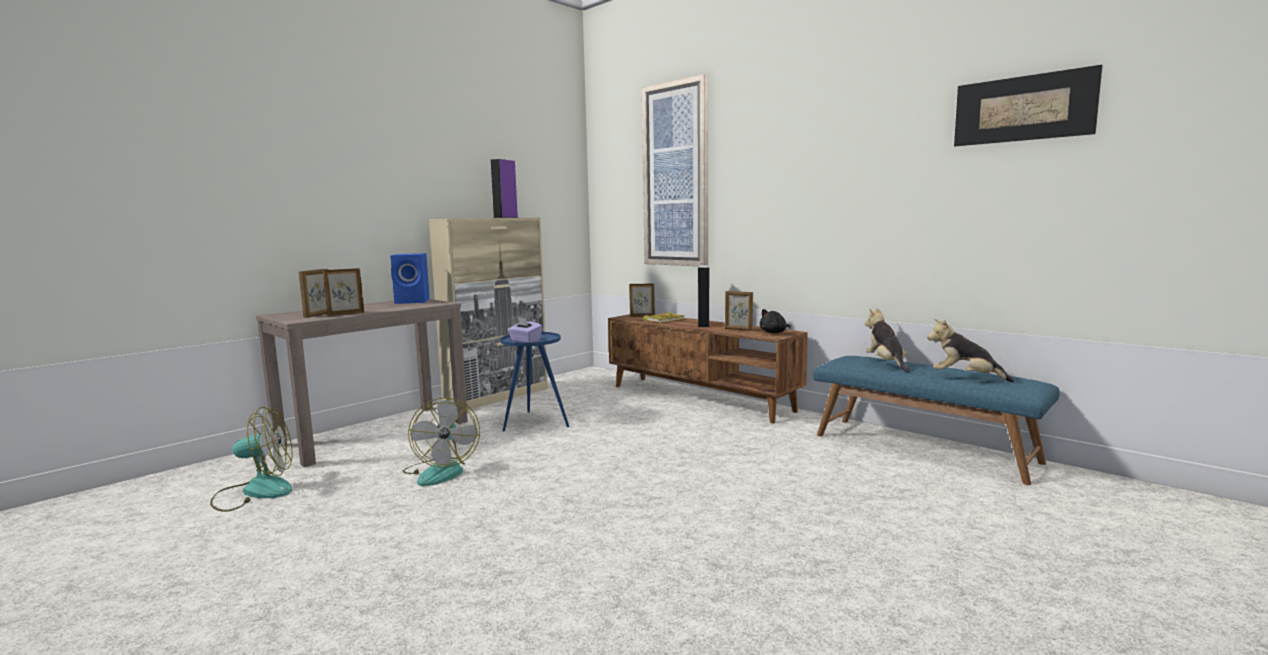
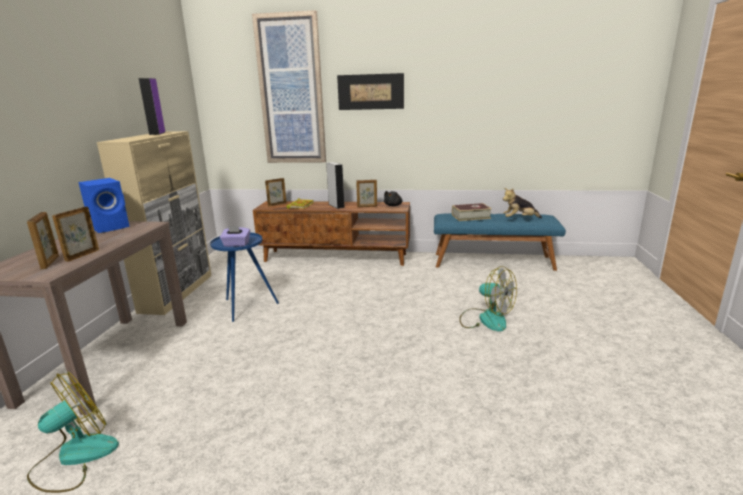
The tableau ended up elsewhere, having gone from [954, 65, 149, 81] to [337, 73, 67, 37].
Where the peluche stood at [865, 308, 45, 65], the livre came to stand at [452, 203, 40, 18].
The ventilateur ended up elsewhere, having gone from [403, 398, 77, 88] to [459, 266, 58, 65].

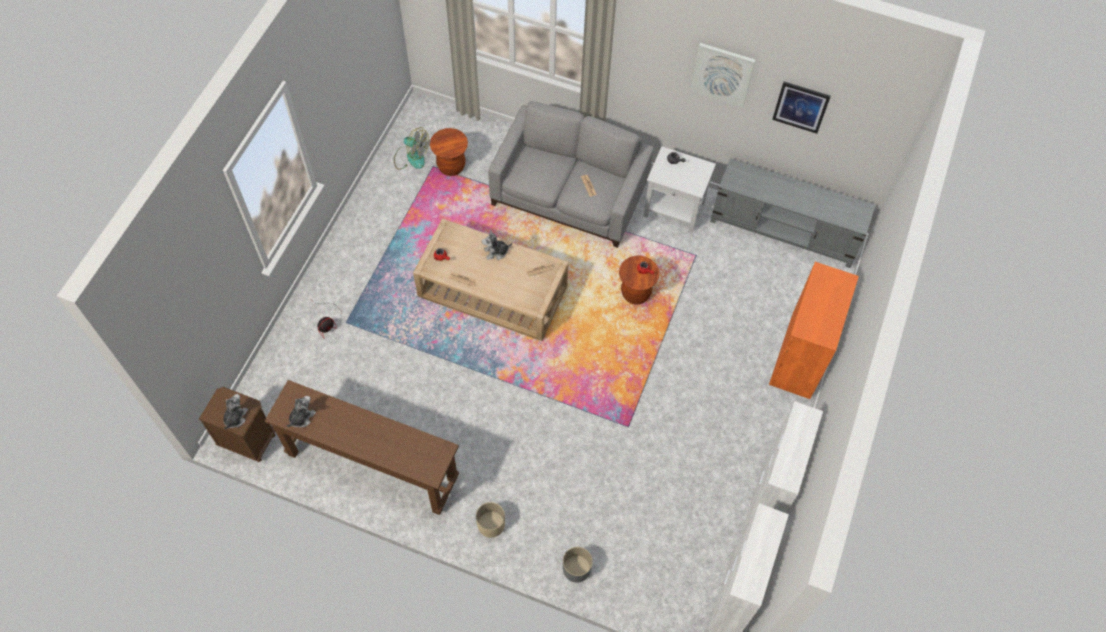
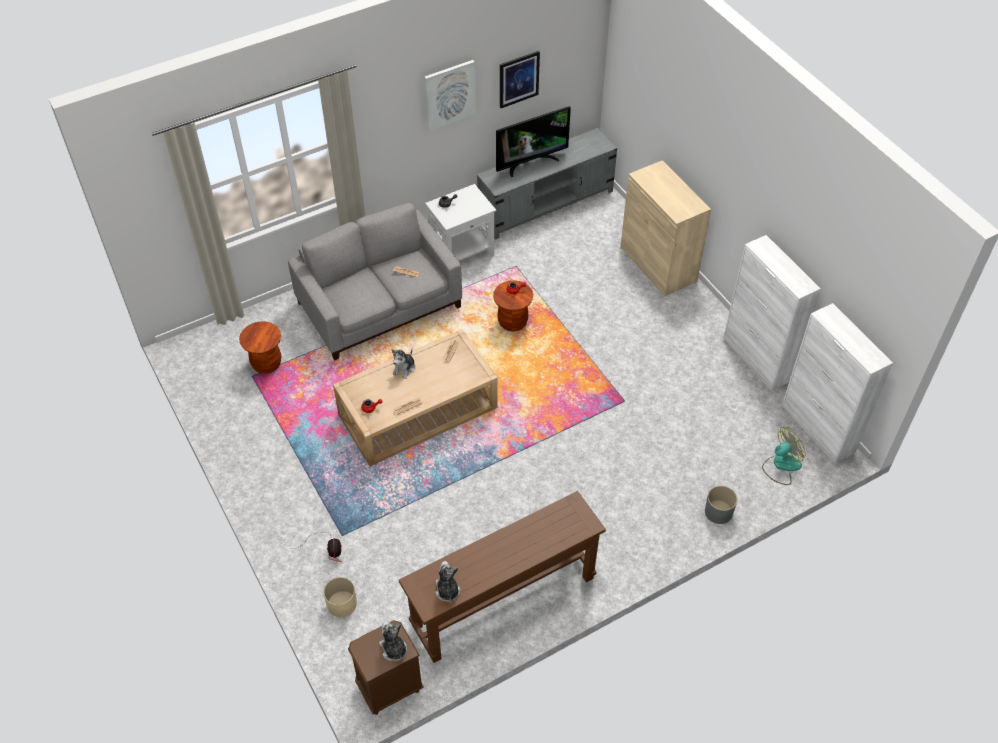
The ventilateur ended up elsewhere, having gone from [394, 127, 35, 43] to [762, 427, 44, 58].
What was the meuble de rangement/orange at [769, 262, 90, 137] turned into the meuble de rangement/beige at [620, 160, 91, 136].
The cache-pot/beige ended up elsewhere, having gone from [476, 502, 29, 36] to [323, 577, 34, 40].
The second view gained the téléviseur at [496, 106, 75, 71].

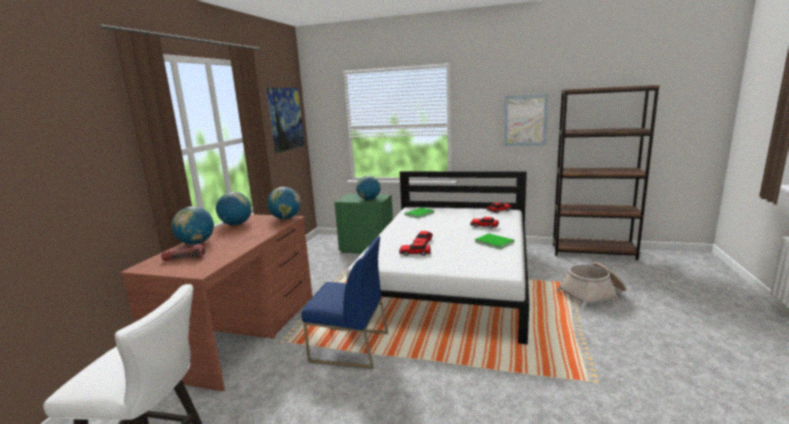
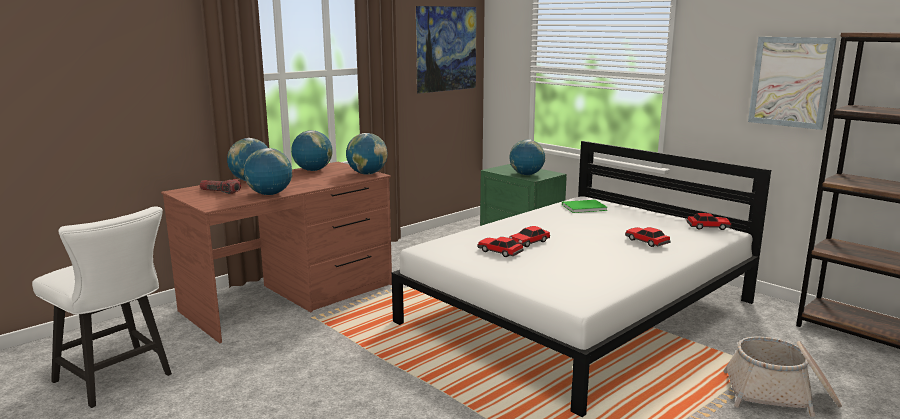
The second view lost the livre/vert at [475, 233, 39, 16].
The second view lost the chaise/bleu at [301, 236, 87, 133].
The second view gained the globe at [244, 148, 48, 47].

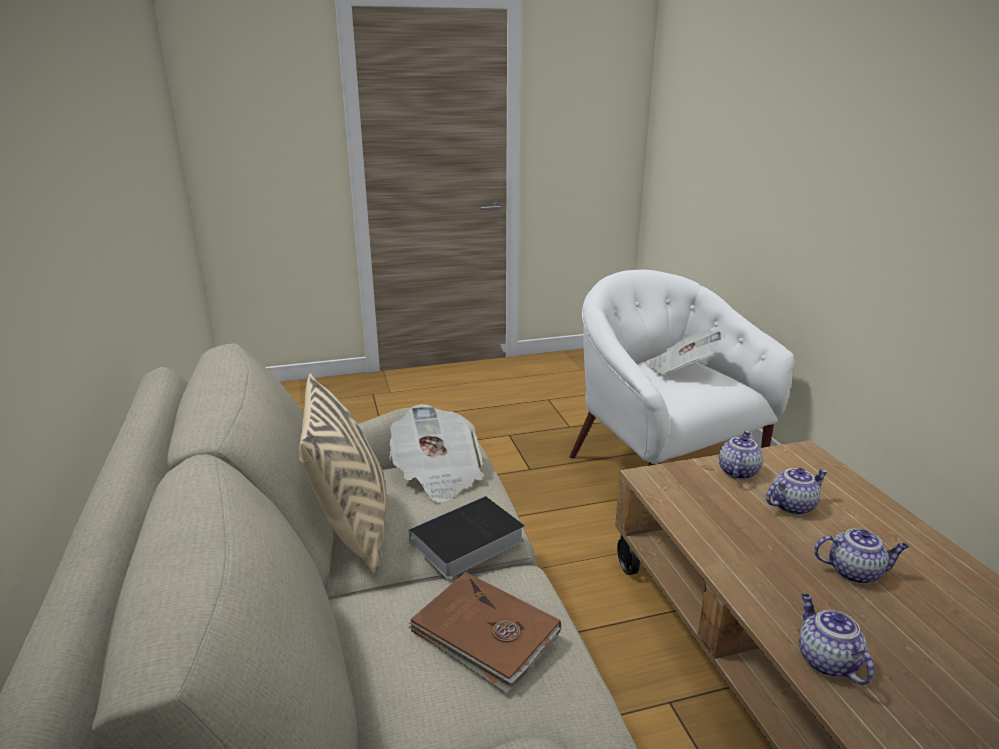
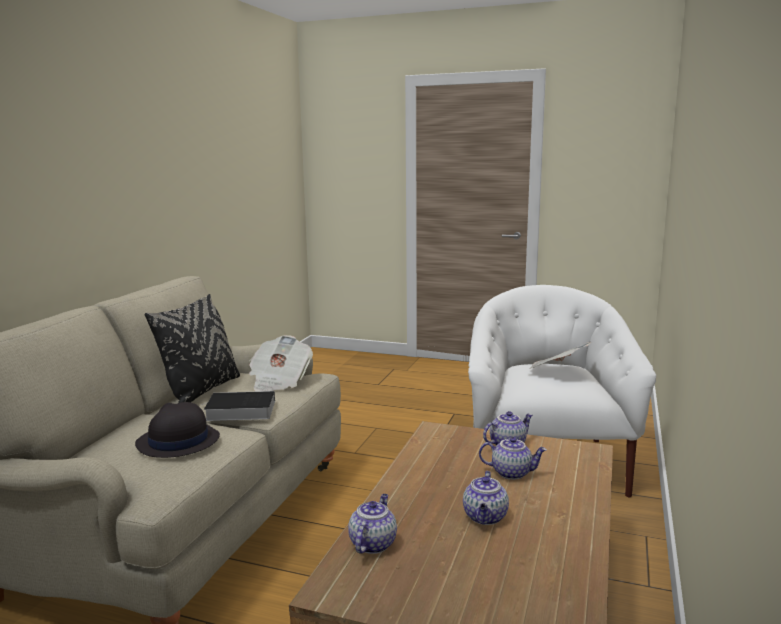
What was the coussin/beige at [299, 373, 88, 202] turned into the coussin/noir at [145, 294, 95, 109].
The théière at [814, 528, 95, 56] ended up facing another way, 60 degrees clockwise from before.
Where the livre/marron stood at [409, 572, 152, 121], the chapeau/noir came to stand at [135, 402, 85, 56].

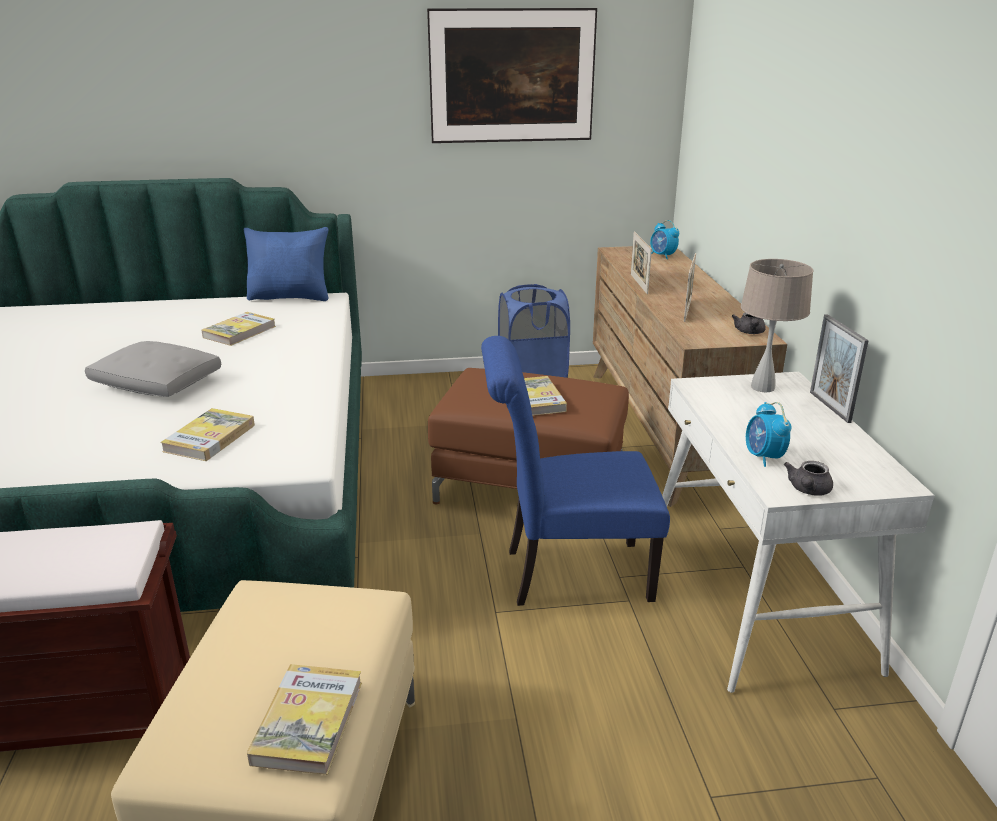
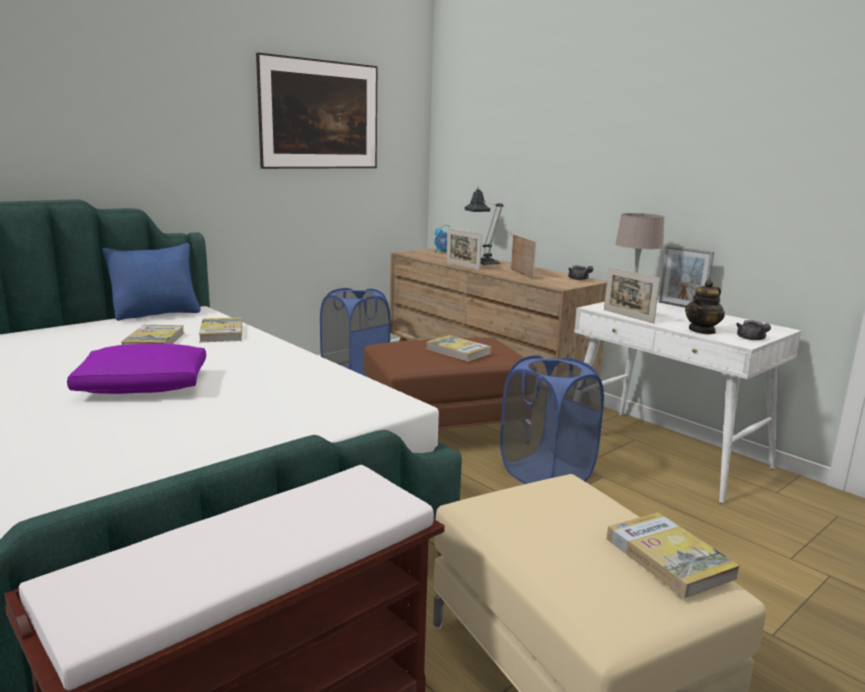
Where the chaise/bleu stood at [481, 336, 189, 270], the panier à linge/bleu came to stand at [500, 355, 104, 129].
What was the coussin/gris at [85, 341, 136, 56] turned into the coussin/violet at [67, 344, 139, 50].
Where the réveil stood at [746, 402, 46, 65], the théière came to stand at [685, 280, 40, 55].
The livre ended up elsewhere, having gone from [160, 408, 95, 53] to [199, 317, 43, 25].
The second view gained the lampe de table at [464, 186, 40, 79].
The second view gained the cadre photo at [604, 267, 56, 56].

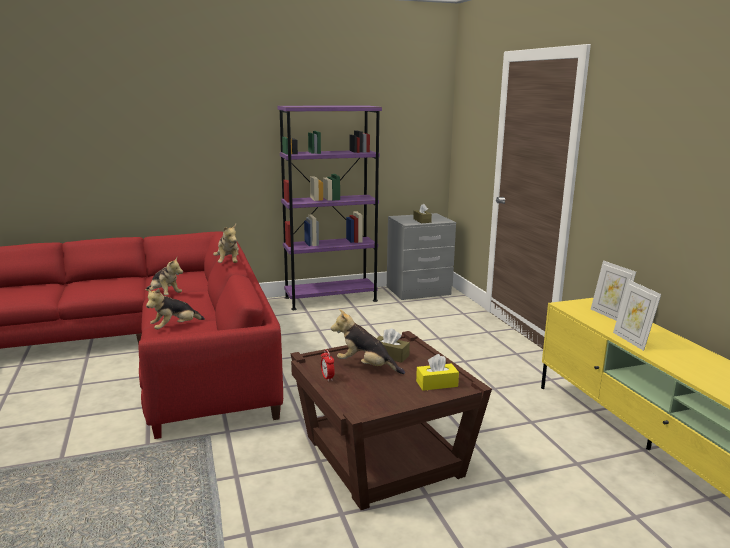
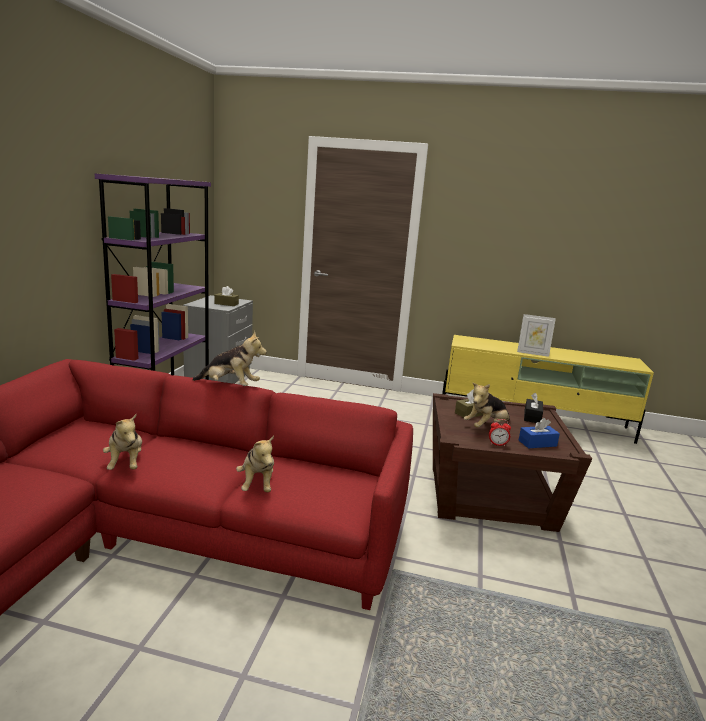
The peluche at [146, 257, 37, 38] ended up facing another way, 90 degrees clockwise from before.
The second view lost the cadre photo at [591, 260, 45, 61].
What was the boîte à mouchoirs/jaune at [416, 354, 43, 37] turned into the boîte à mouchoirs/noir at [524, 393, 19, 30].
The second view gained the boîte à mouchoirs/bleu at [519, 418, 41, 30].

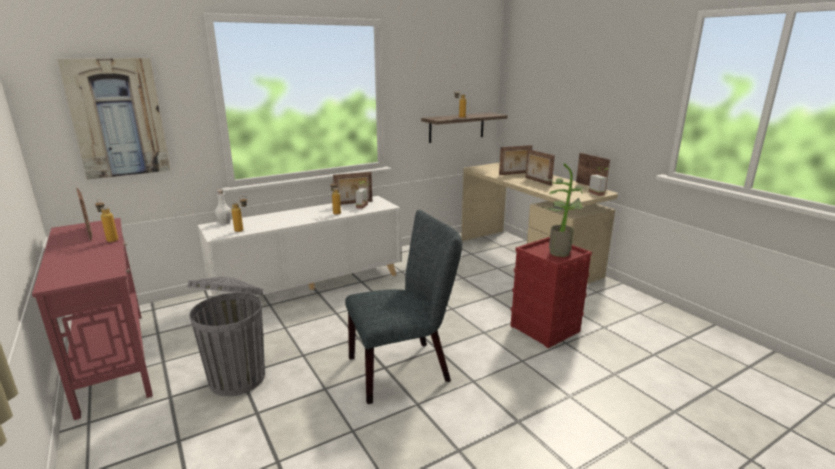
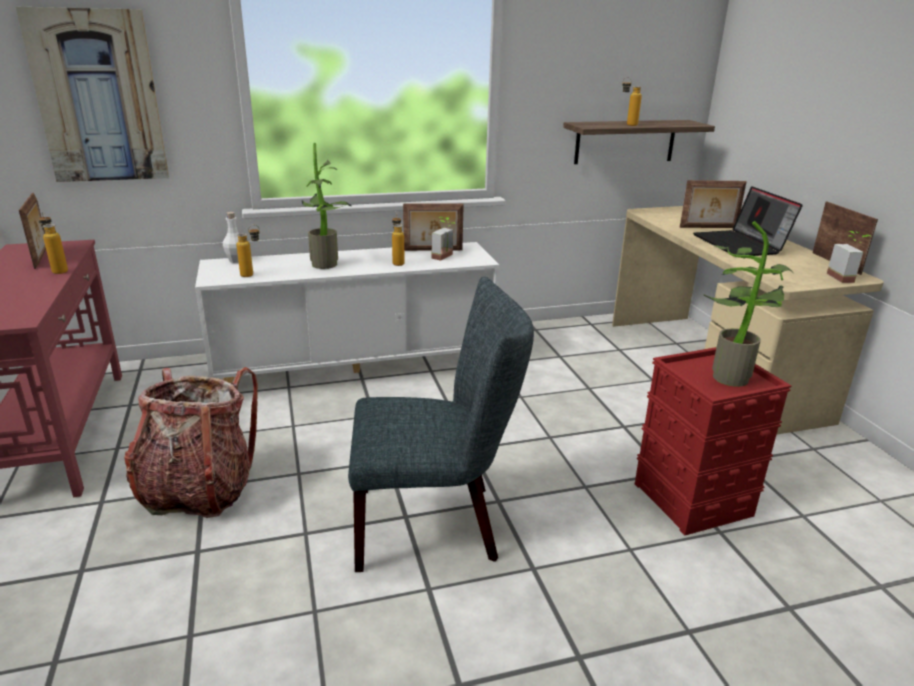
Where the cadre photo stood at [525, 149, 30, 37], the ordinateur portable came to stand at [693, 186, 110, 70].
Where the poubelle/gris stood at [187, 277, 78, 119], the sac à dos came to stand at [124, 367, 134, 151].
The second view gained the plante en pot at [302, 143, 50, 126].

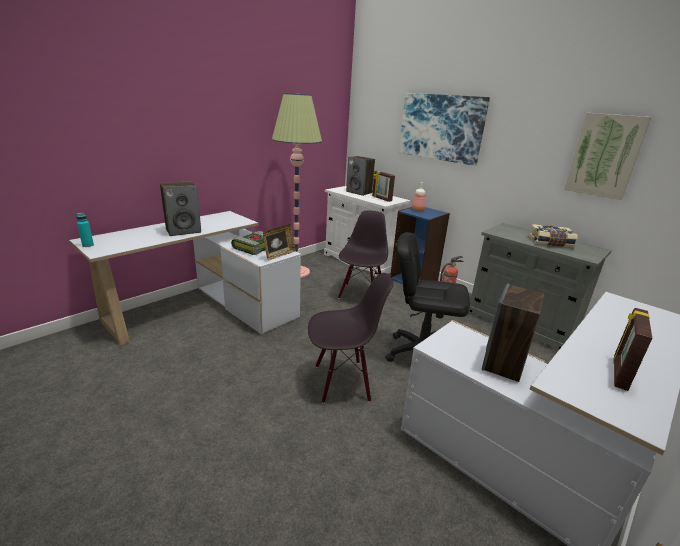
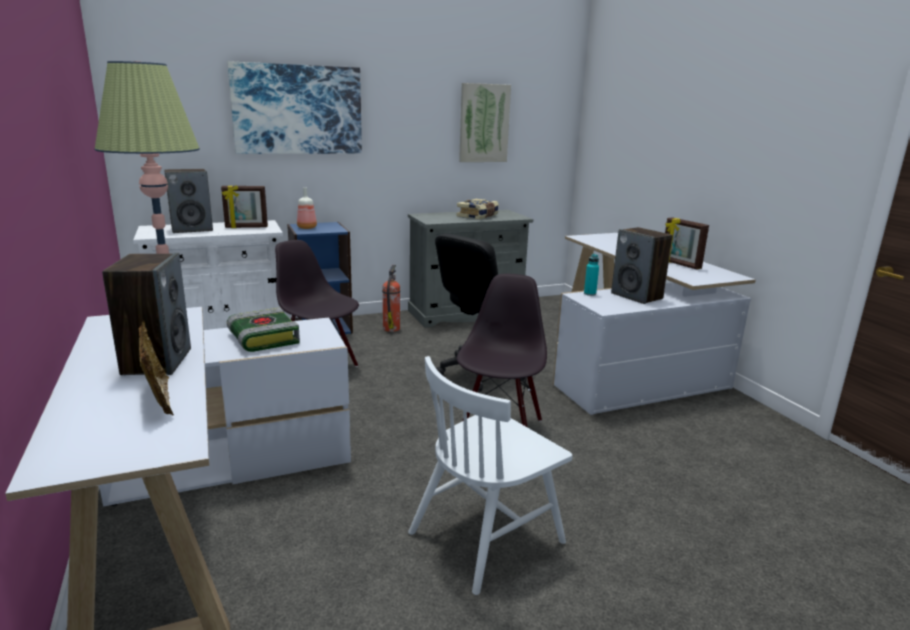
The bouteille/turquoise ended up elsewhere, having gone from [76, 213, 18, 34] to [584, 254, 15, 42].
The cadre photo ended up elsewhere, having gone from [263, 224, 33, 36] to [138, 320, 36, 95].
The second view gained the chaise/blanc at [408, 356, 165, 239].

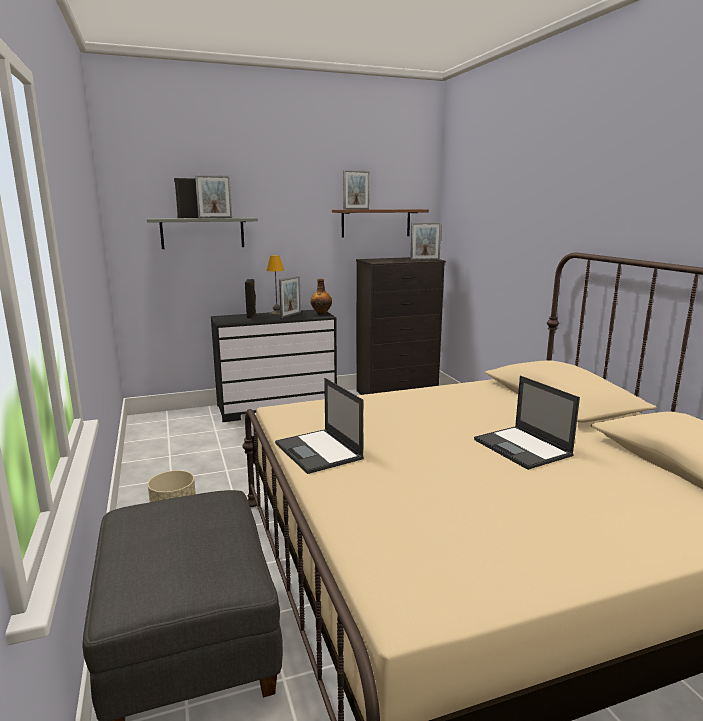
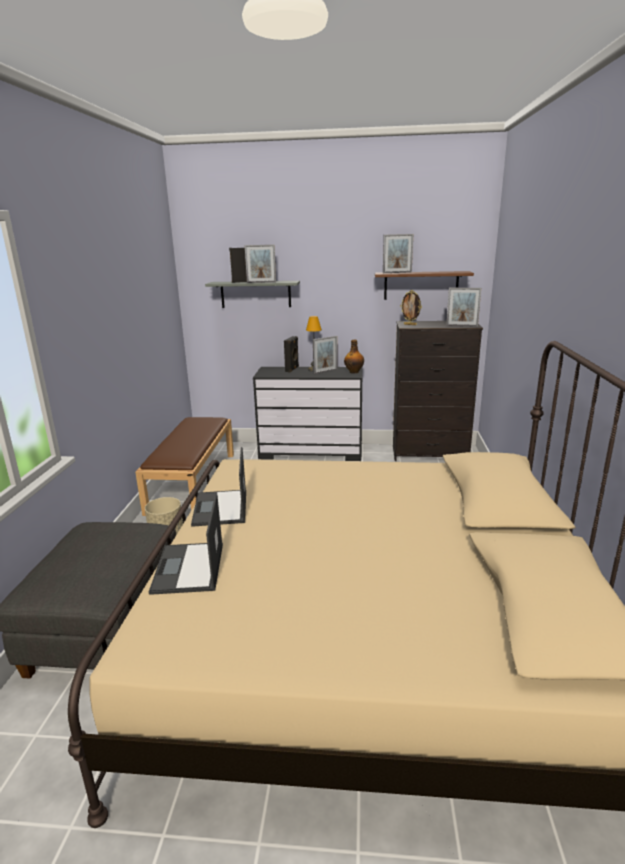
The ordinateur portable ended up elsewhere, having gone from [474, 376, 106, 94] to [149, 493, 74, 102].
The second view gained the cadre photo at [400, 290, 22, 35].
The second view gained the banc/marron at [135, 417, 99, 99].

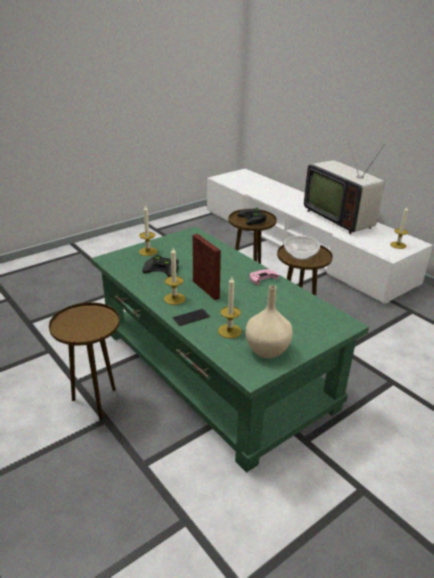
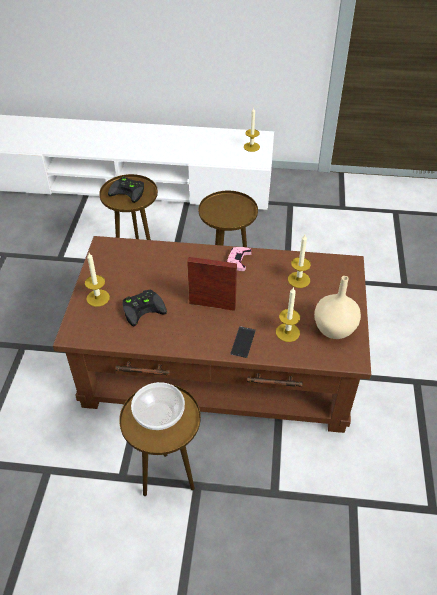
The second view lost the téléviseur at [304, 135, 81, 99].
What was the table basse/vert at [91, 226, 278, 247] turned into the table basse/marron at [53, 236, 318, 197].
The bol ended up elsewhere, having gone from [284, 236, 36, 24] to [131, 382, 54, 48].
The bougie ended up elsewhere, having gone from [164, 248, 22, 57] to [288, 235, 23, 53].

